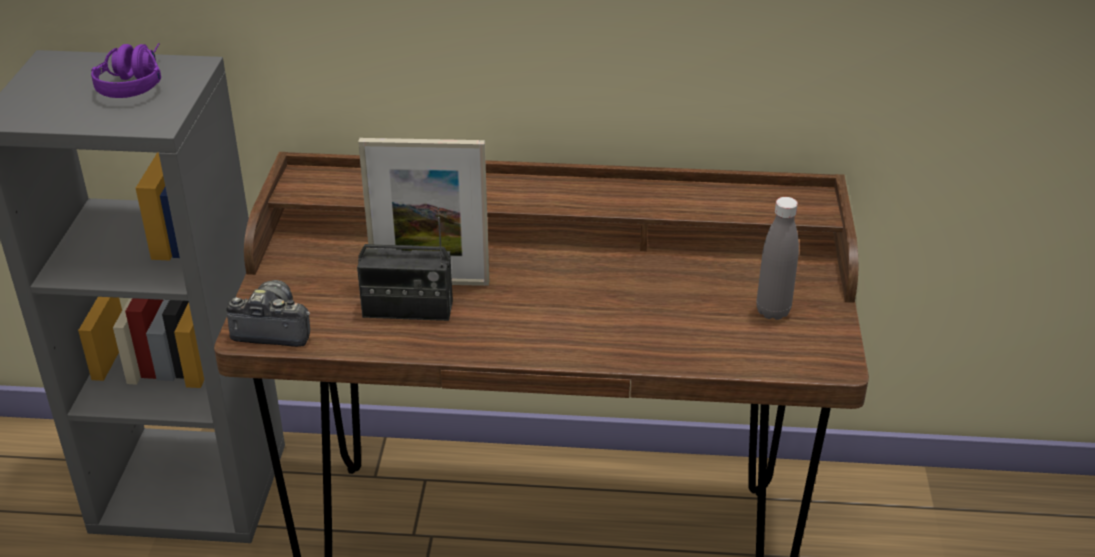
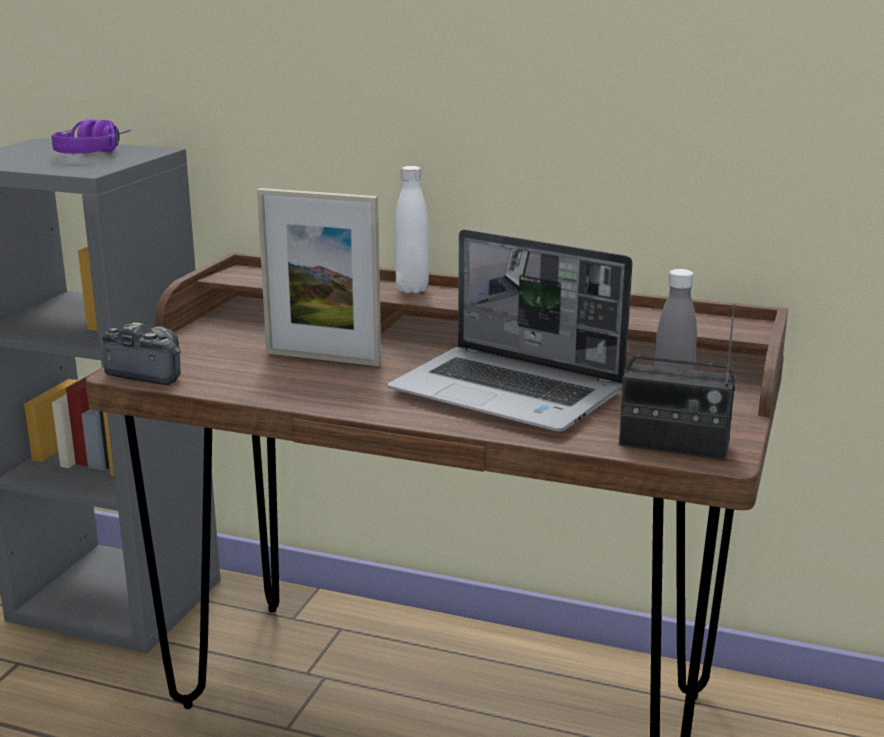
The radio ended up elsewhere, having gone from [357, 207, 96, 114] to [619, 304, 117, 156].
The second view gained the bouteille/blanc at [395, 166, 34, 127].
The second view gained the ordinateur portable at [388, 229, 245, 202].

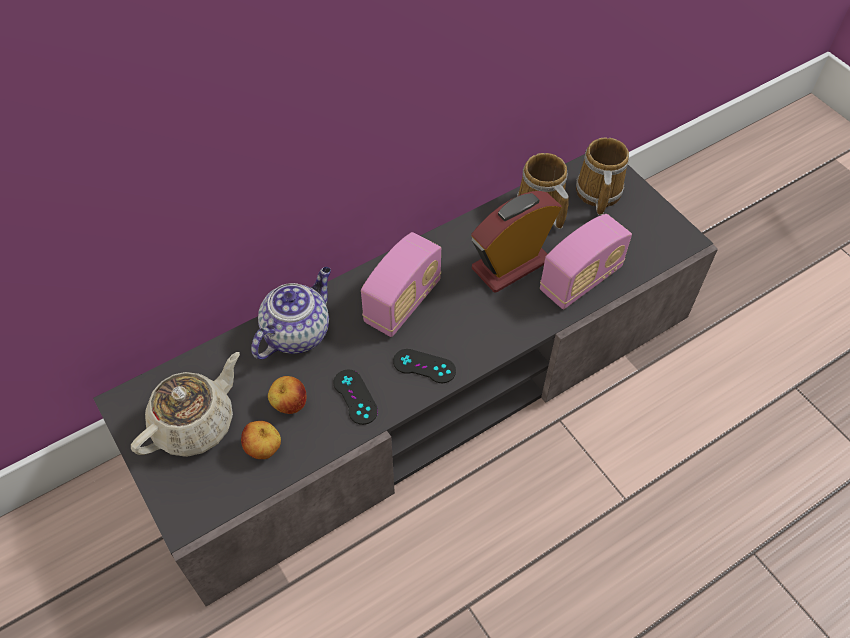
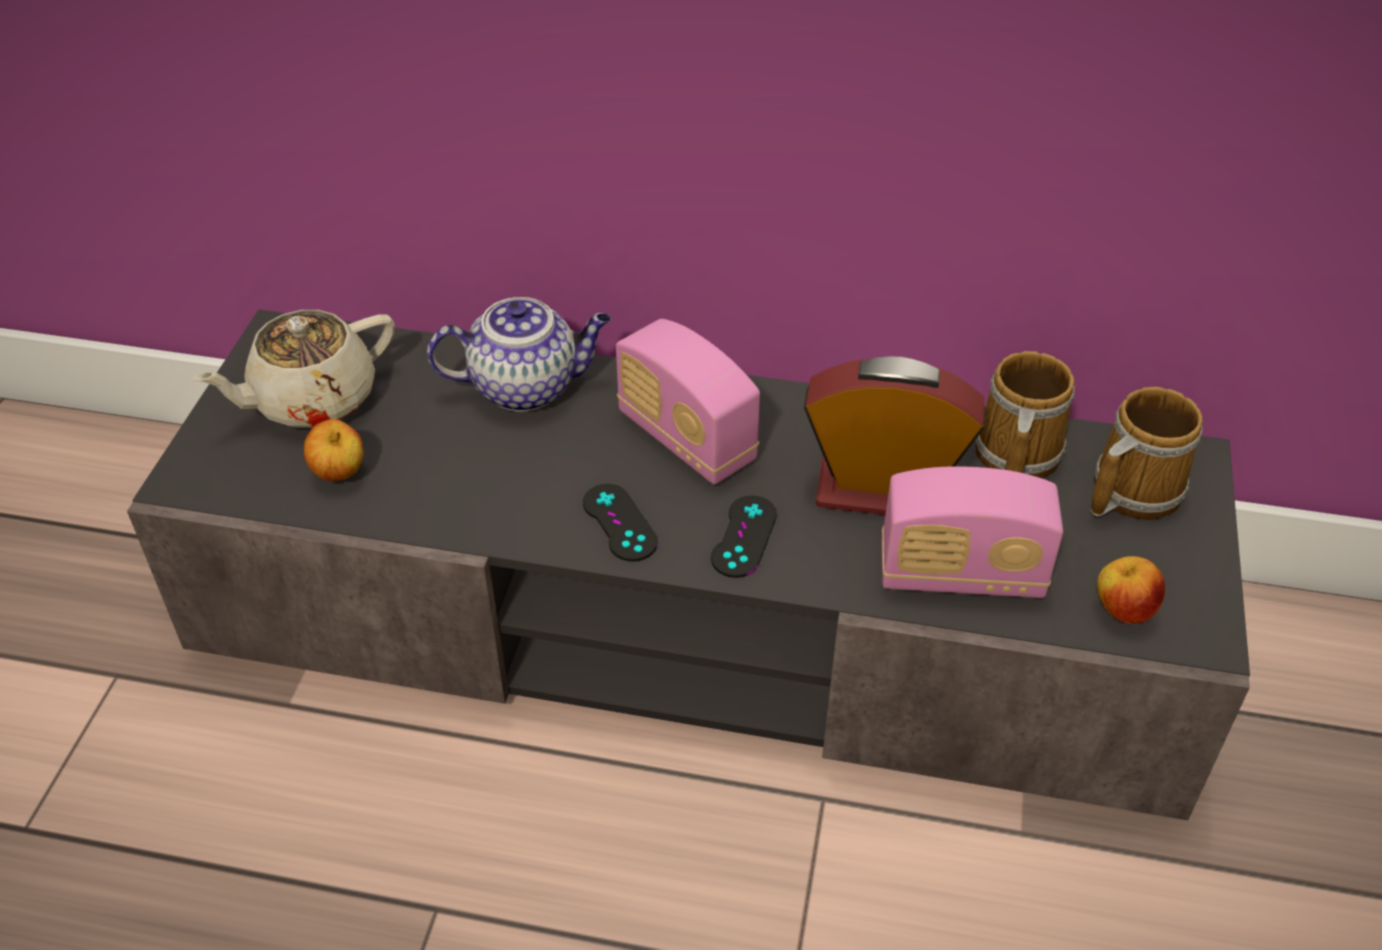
The radio at [361, 232, 80, 105] ended up facing another way, 60 degrees clockwise from before.
The théière/beige at [131, 352, 109, 105] ended up facing another way, 150 degrees clockwise from before.
The manette/noir ended up elsewhere, having gone from [333, 369, 45, 56] to [711, 495, 66, 83].
The pomme ended up elsewhere, having gone from [268, 376, 38, 38] to [1097, 556, 68, 68].

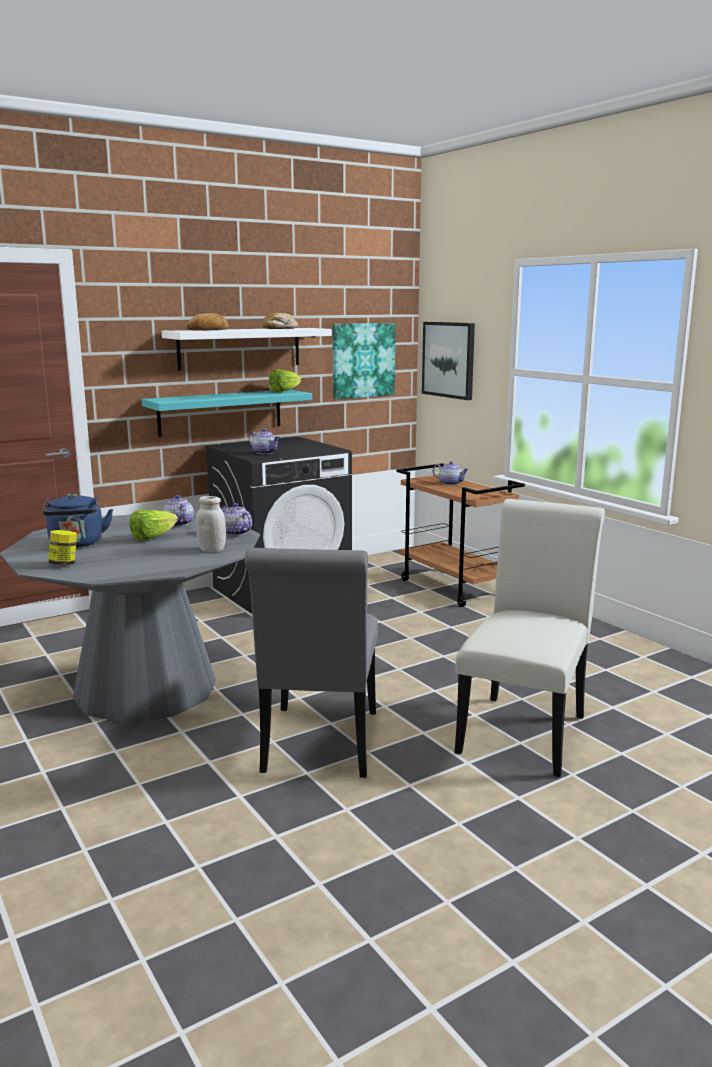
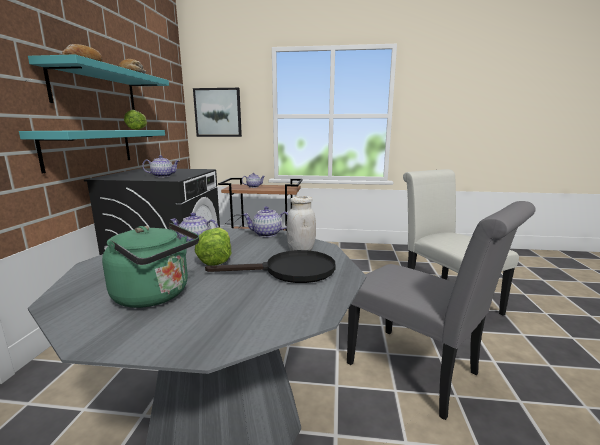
The second view lost the tableau at [332, 323, 63, 76].
What was the étagère/blanc at [162, 328, 170, 42] turned into the étagère/turquoise at [28, 54, 141, 56].
What was the bouilloire/bleu at [42, 493, 71, 55] turned into the bouilloire/vert at [102, 223, 97, 85].
The second view lost the bocal at [48, 530, 29, 36].
The second view gained the poêle/noir at [205, 250, 131, 33].

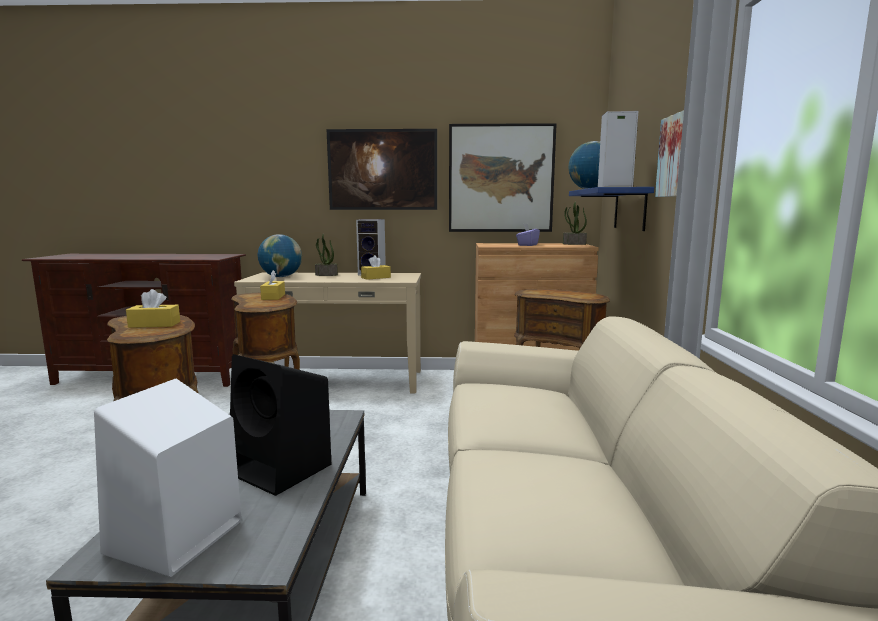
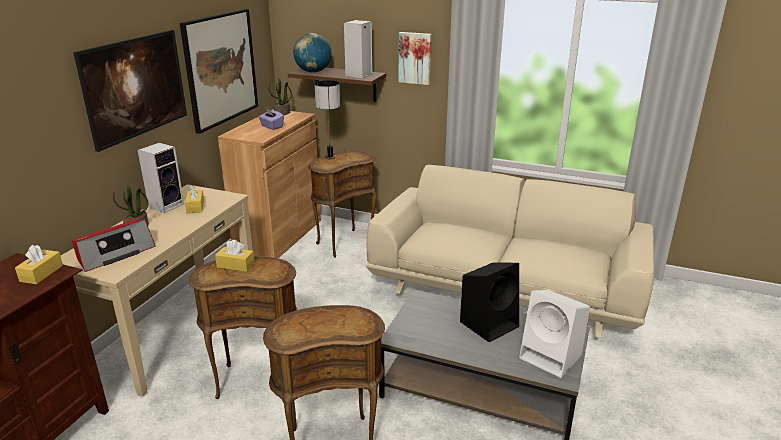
What was the étagère/bleu at [569, 187, 85, 44] turned into the étagère/marron at [288, 68, 98, 34].
Where the globe stood at [258, 234, 44, 43], the radio came to stand at [72, 219, 84, 53].
The boîte à mouchoirs/jaune ended up elsewhere, having gone from [126, 289, 54, 39] to [15, 245, 48, 39].
The second view gained the lampe de table at [314, 80, 26, 79].

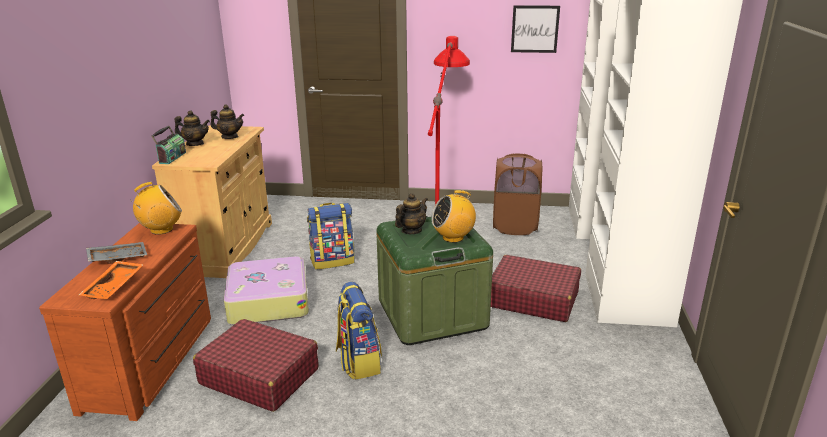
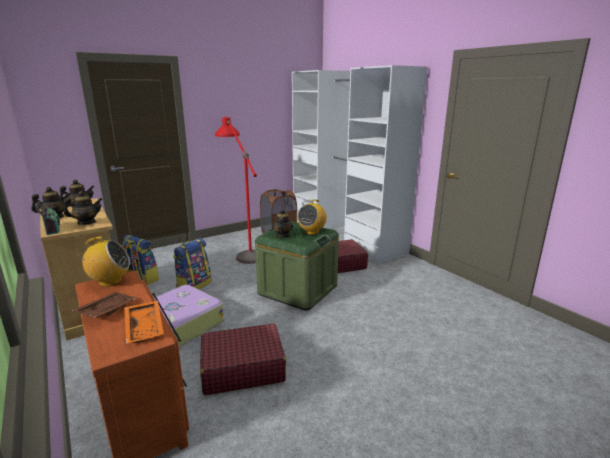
The second view lost the tableau at [511, 5, 49, 48].
The radio at [133, 182, 49, 53] ended up facing another way, 60 degrees clockwise from before.
What was the plateau/gris at [86, 242, 61, 22] turned into the plateau/marron at [71, 292, 66, 26].
The sac à dos ended up elsewhere, having gone from [336, 282, 46, 98] to [122, 235, 37, 50].
The second view gained the théière at [64, 191, 38, 34].

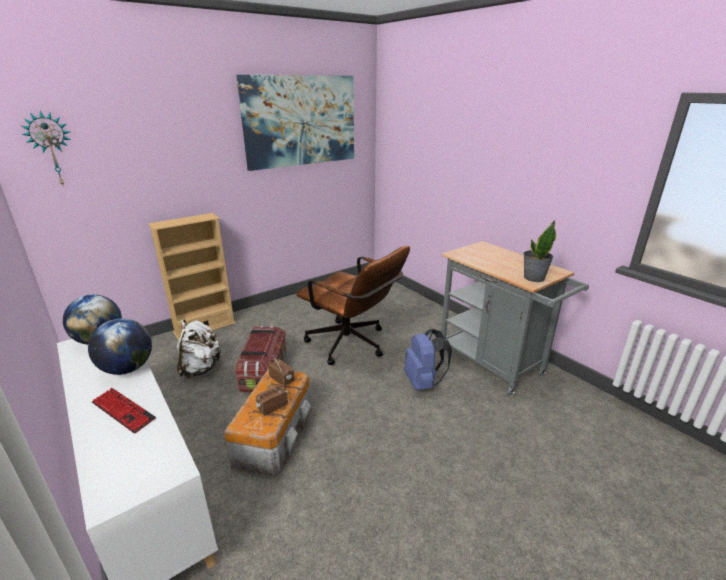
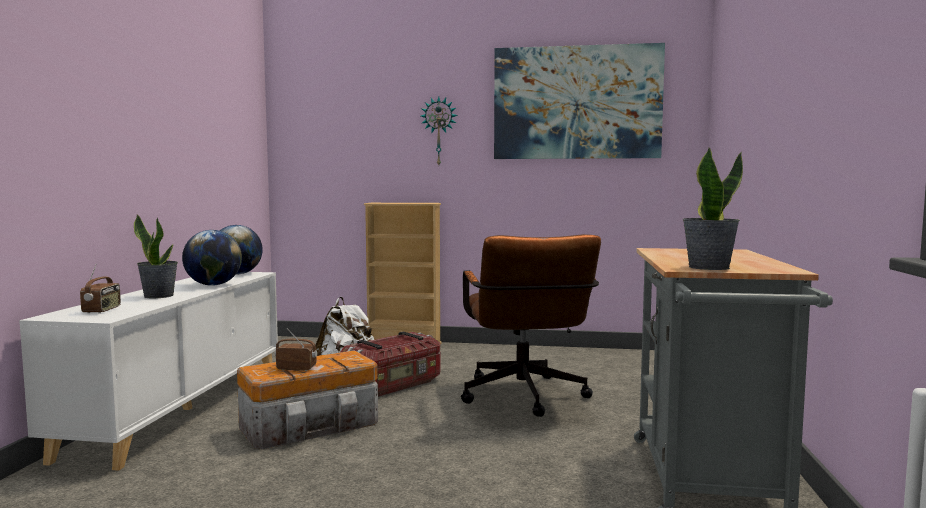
The horloge murale ended up elsewhere, having gone from [21, 111, 50, 76] to [421, 96, 37, 69].
The second view lost the sac à dos/bleu at [404, 329, 48, 61].
The radio ended up elsewhere, having gone from [268, 355, 27, 31] to [80, 264, 41, 49].
Where the clavier stood at [92, 388, 64, 46], the plante en pot came to stand at [134, 215, 44, 84].

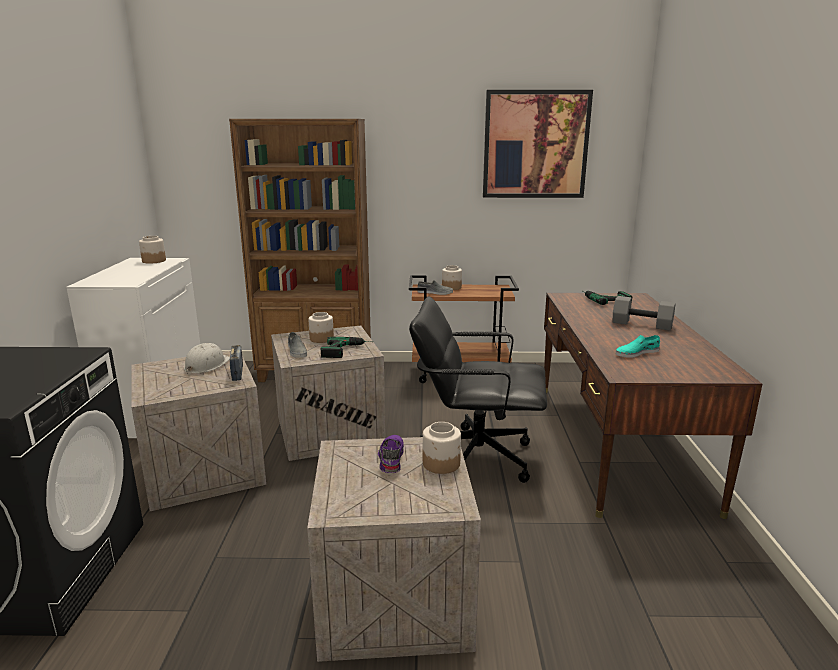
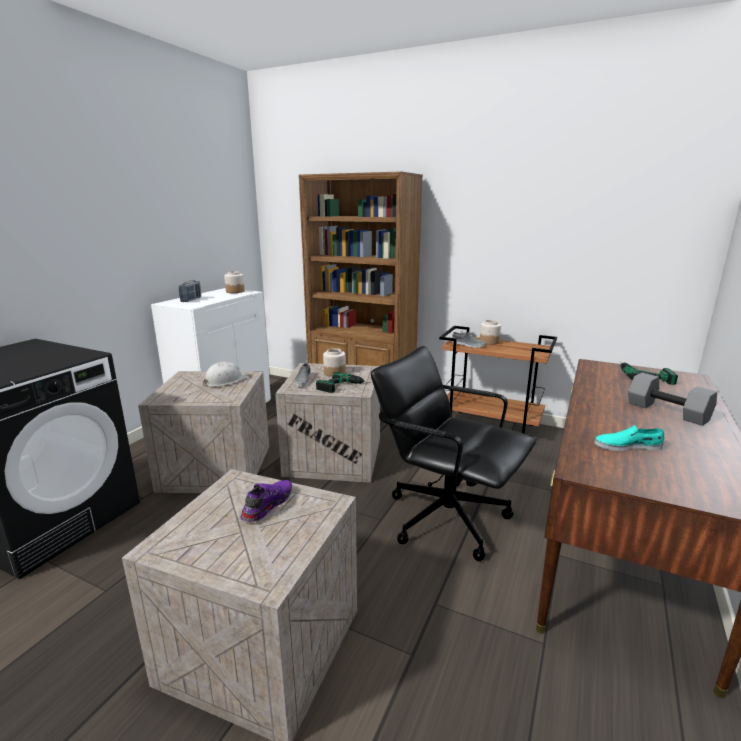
The second view lost the tableau at [483, 90, 110, 108].
The radio ended up elsewhere, having gone from [230, 345, 13, 36] to [179, 280, 22, 22].
The second view lost the bocal at [423, 422, 38, 52].

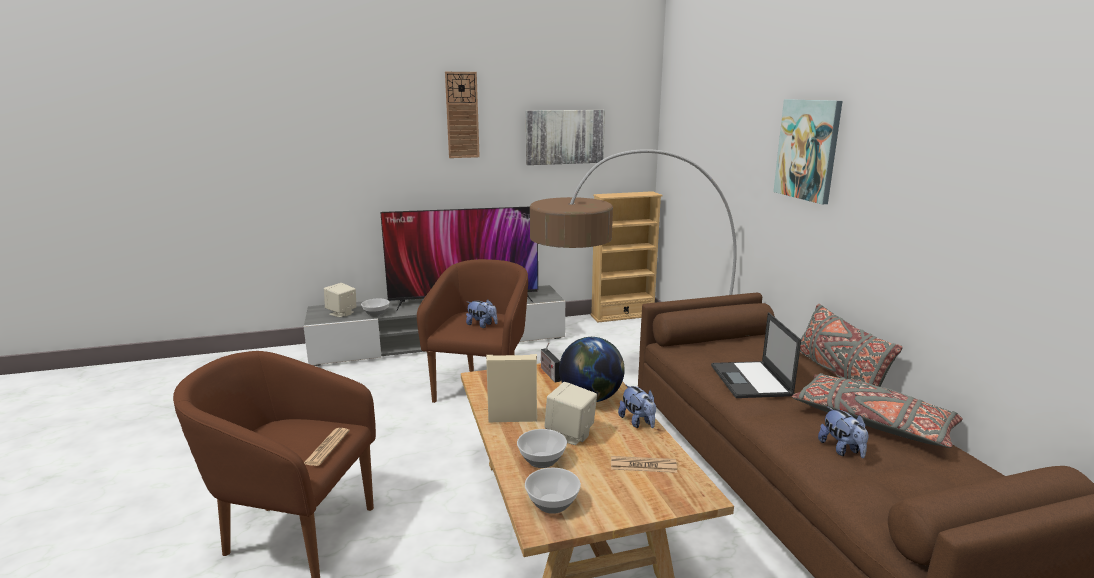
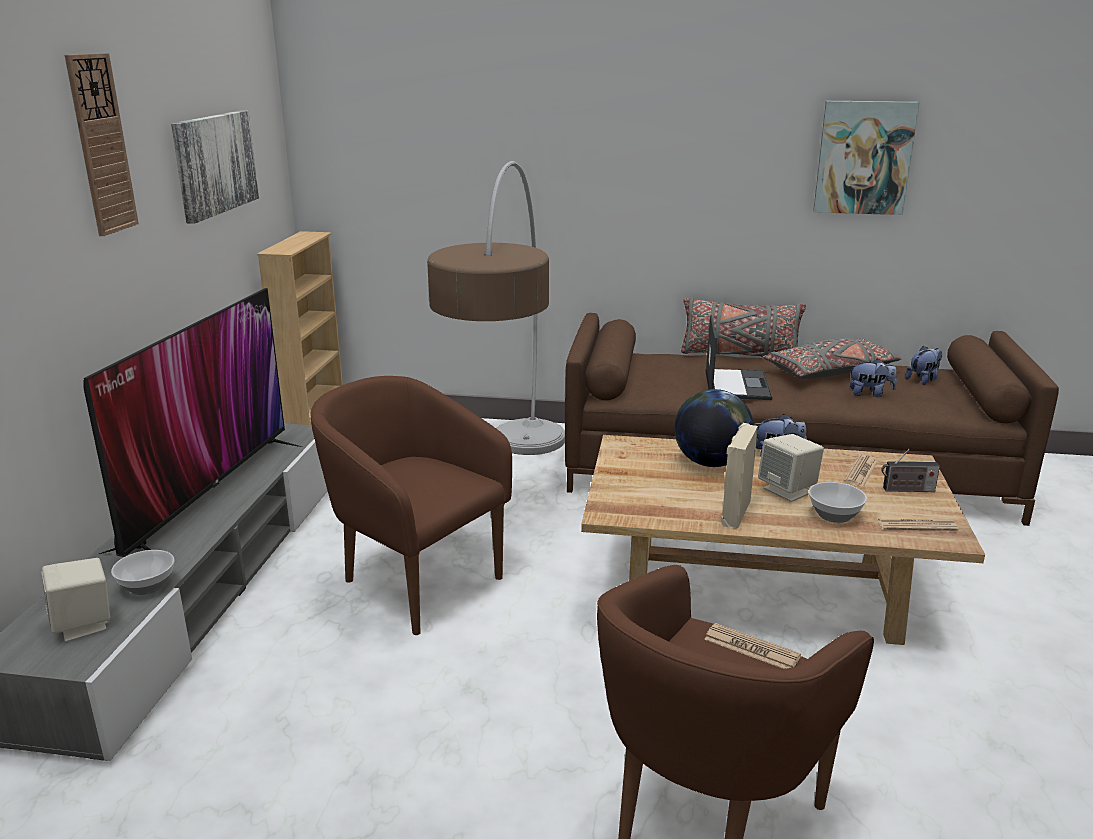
The tableau ended up elsewhere, having gone from [773, 99, 69, 105] to [813, 101, 107, 114].
The peluche ended up elsewhere, having gone from [466, 300, 32, 28] to [905, 346, 37, 39].
The ordinateur portable at [711, 312, 90, 86] ended up facing another way, 105 degrees counterclockwise from before.
The radio ended up elsewhere, having gone from [541, 343, 20, 39] to [881, 449, 59, 43].
Where the bol stood at [525, 468, 56, 46], the journal came to stand at [877, 519, 81, 12].

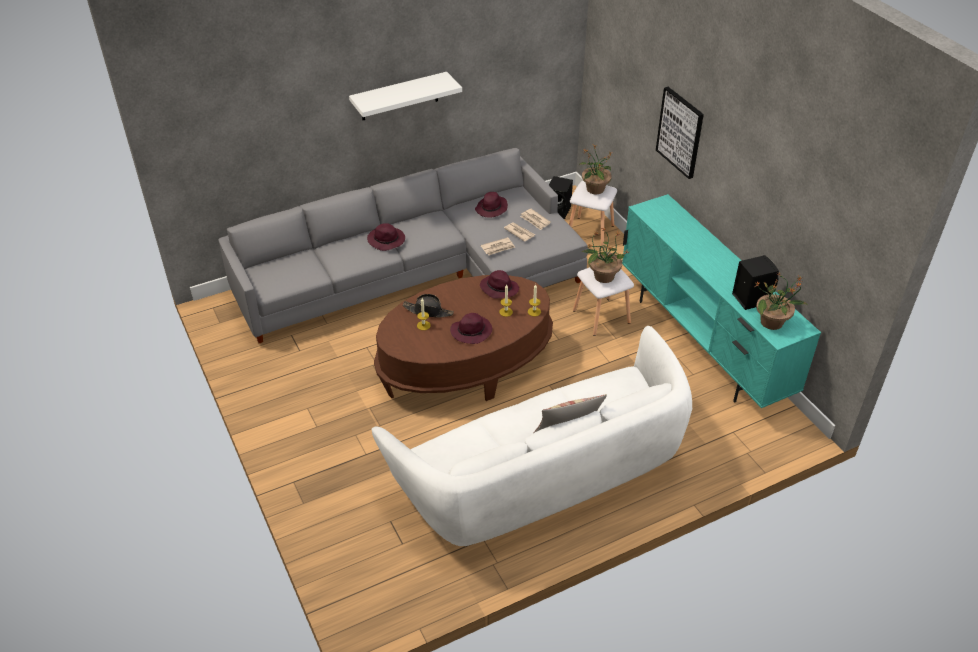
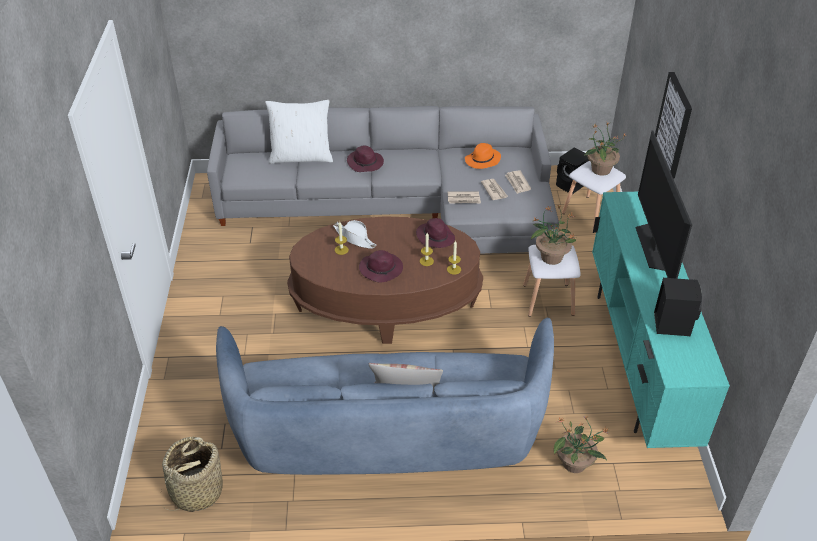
The second view lost the étagère/blanc at [349, 72, 113, 48].
What was the chapeau/violet at [475, 192, 33, 26] turned into the chapeau/orange at [465, 143, 36, 26].
The plante en pot ended up elsewhere, having gone from [755, 272, 52, 58] to [554, 416, 55, 57].
What was the chapeau/noir at [403, 294, 51, 24] turned into the chapeau/blanc at [333, 220, 43, 29].
What was the canapé/blanc at [372, 326, 320, 220] turned into the canapé/bleu at [216, 317, 338, 158].
The second view gained the coussin/blanc at [265, 100, 68, 64].
The second view gained the téléviseur at [636, 130, 56, 149].
The second view gained the panier at [161, 436, 62, 76].

